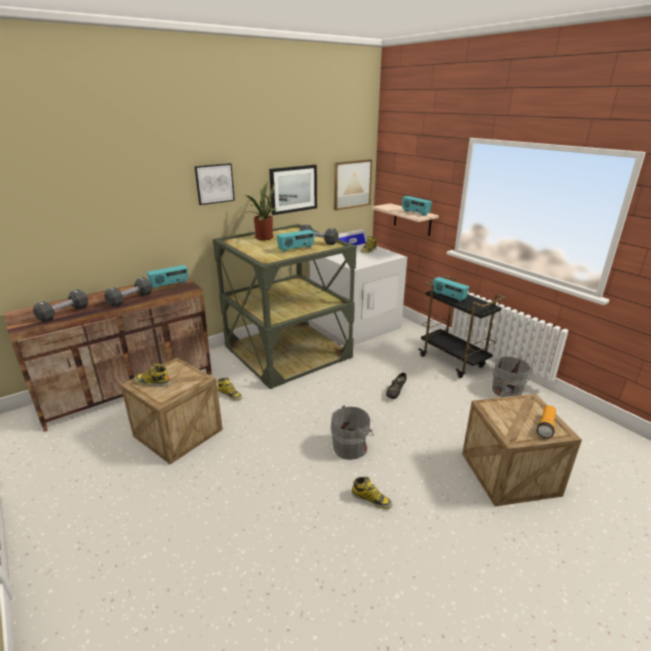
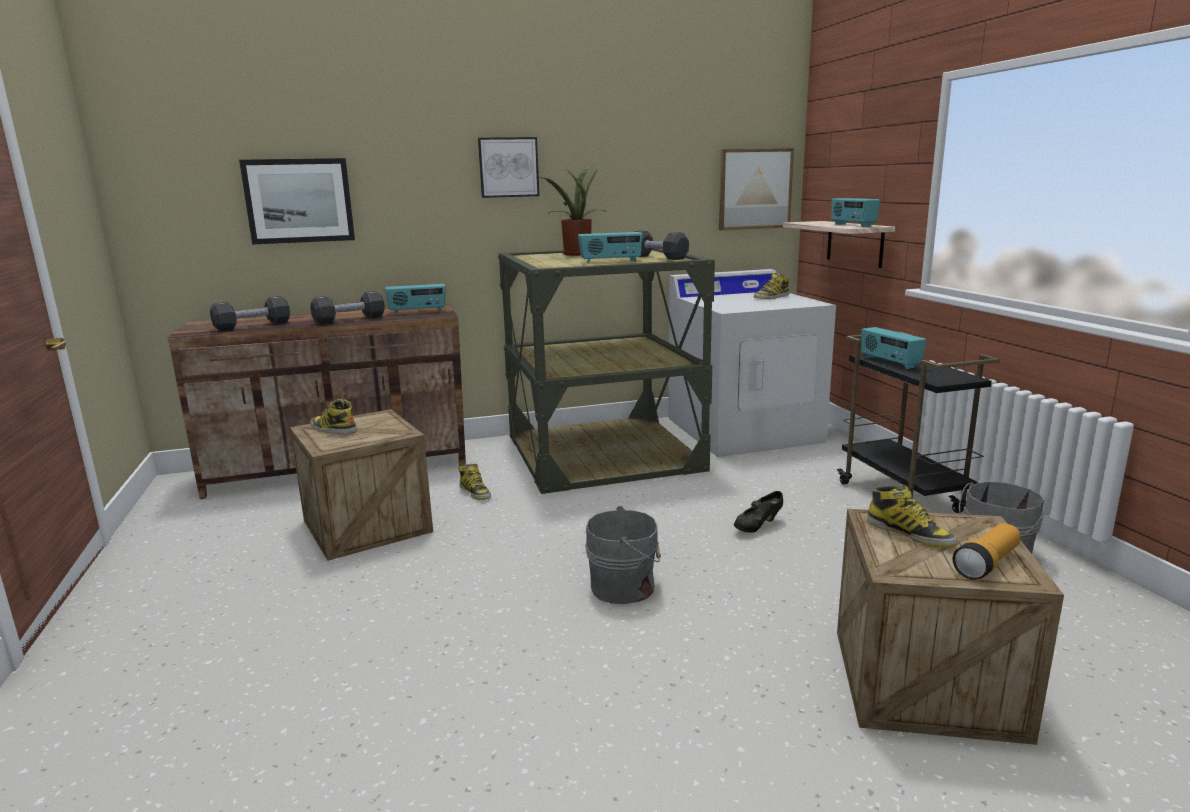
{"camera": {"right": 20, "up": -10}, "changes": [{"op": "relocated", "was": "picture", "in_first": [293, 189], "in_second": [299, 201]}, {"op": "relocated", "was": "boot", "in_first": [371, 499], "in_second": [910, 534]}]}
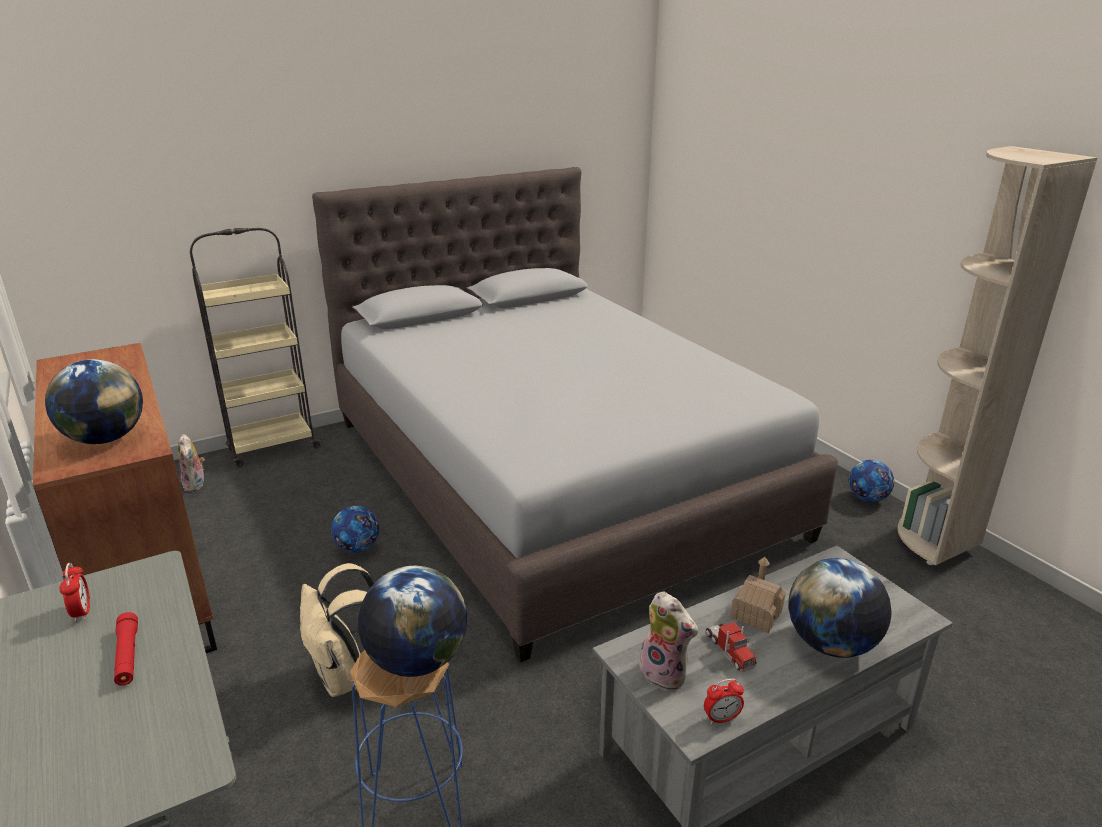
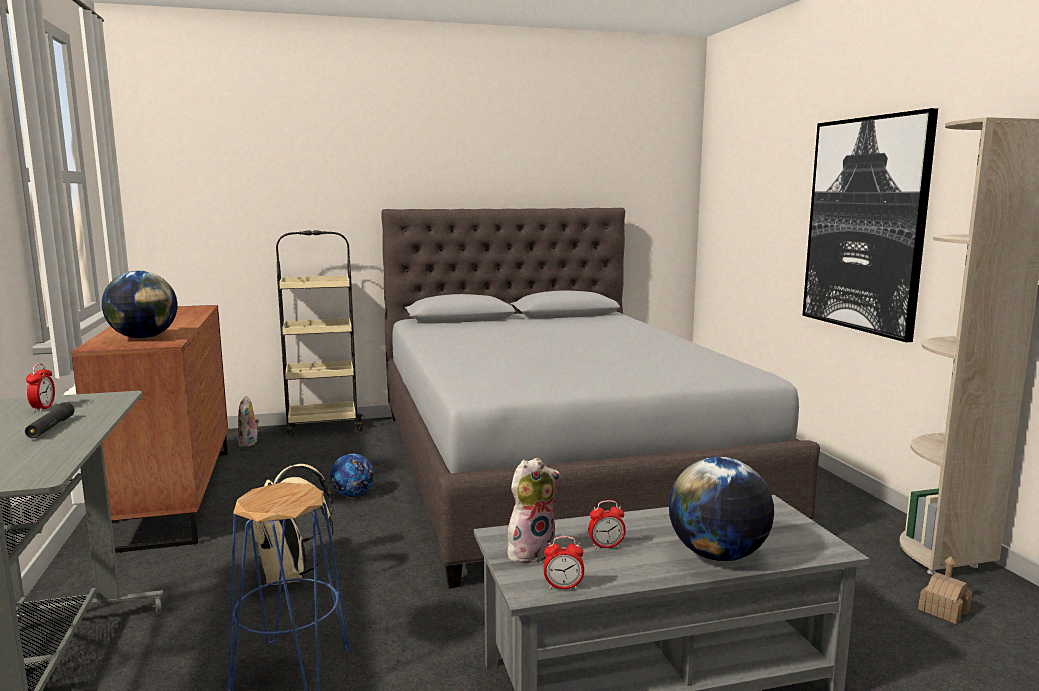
{"camera": {"right": 15, "up": -15}, "changes": [{"op": "colour", "was": "flashlight in red", "now": "flashlight in black", "in_first": [127, 656], "in_second": [50, 428]}, {"op": "spun", "was": "plush toy", "in_first": [666, 673], "in_second": [531, 552], "clockwise": -90}, {"op": "exchanged", "was": "toy truck", "now": "alarm clock", "in_first": [729, 650], "in_second": [606, 546]}, {"op": "appeared", "now": "picture", "in_second": [865, 225]}, {"op": "relocated", "was": "toy house", "in_first": [756, 614], "in_second": [943, 610]}, {"op": "missing", "was": "globe", "in_first": [416, 660]}, {"op": "missing", "was": "football", "in_first": [867, 498]}]}
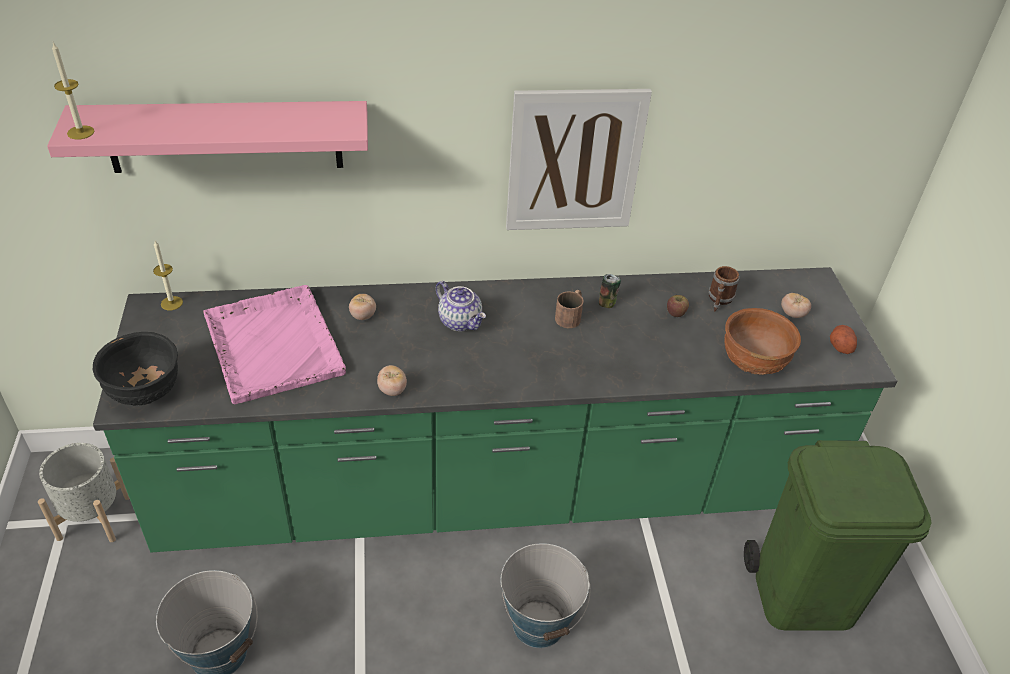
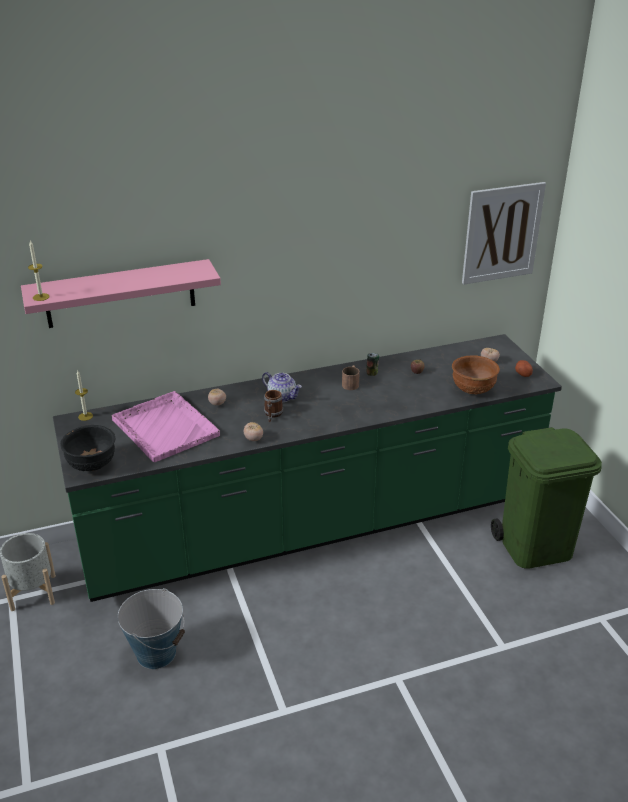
{"camera": {"right": -10, "up": -10}, "changes": [{"op": "relocated", "was": "mug", "in_first": [719, 300], "in_second": [272, 415]}, {"op": "relocated", "was": "picture", "in_first": [574, 161], "in_second": [502, 233]}, {"op": "missing", "was": "bucket", "in_first": [539, 623]}]}
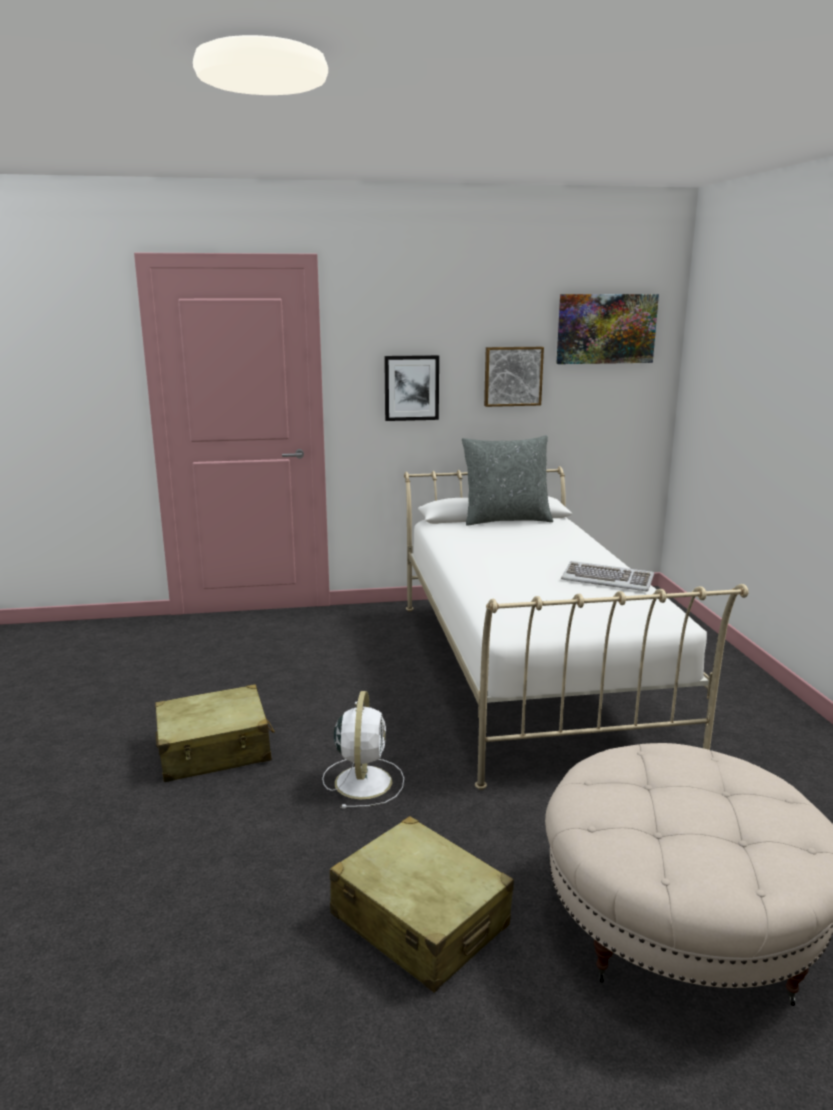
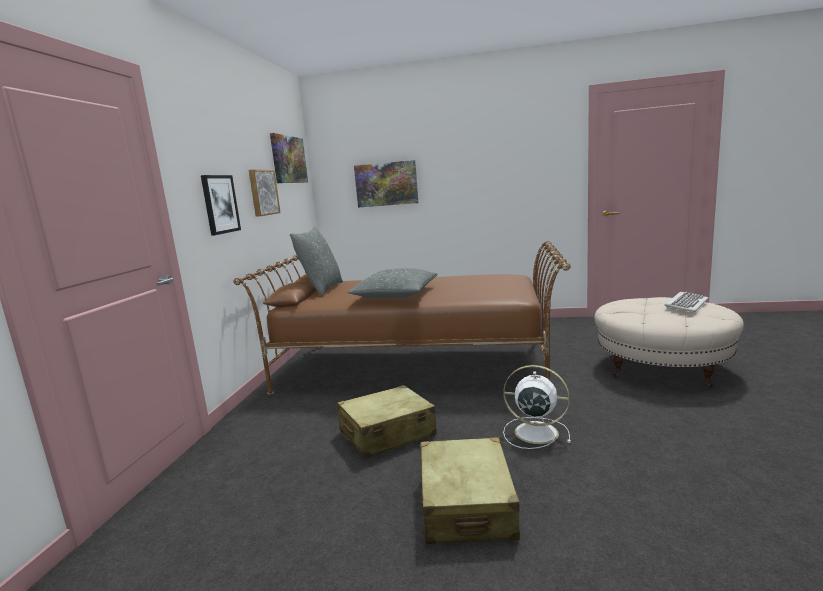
{"camera": {"right": -70, "up": -5}, "changes": [{"op": "colour", "was": "bed in white", "now": "bed in brown", "in_first": [527, 673], "in_second": [413, 367]}, {"op": "relocated", "was": "suitcase in beige", "in_first": [420, 920], "in_second": [387, 434]}, {"op": "appeared", "now": "pillow in grey", "in_second": [395, 294]}, {"op": "appeared", "now": "picture", "in_second": [386, 184]}, {"op": "relocated", "was": "keyboard", "in_first": [607, 580], "in_second": [686, 304]}]}
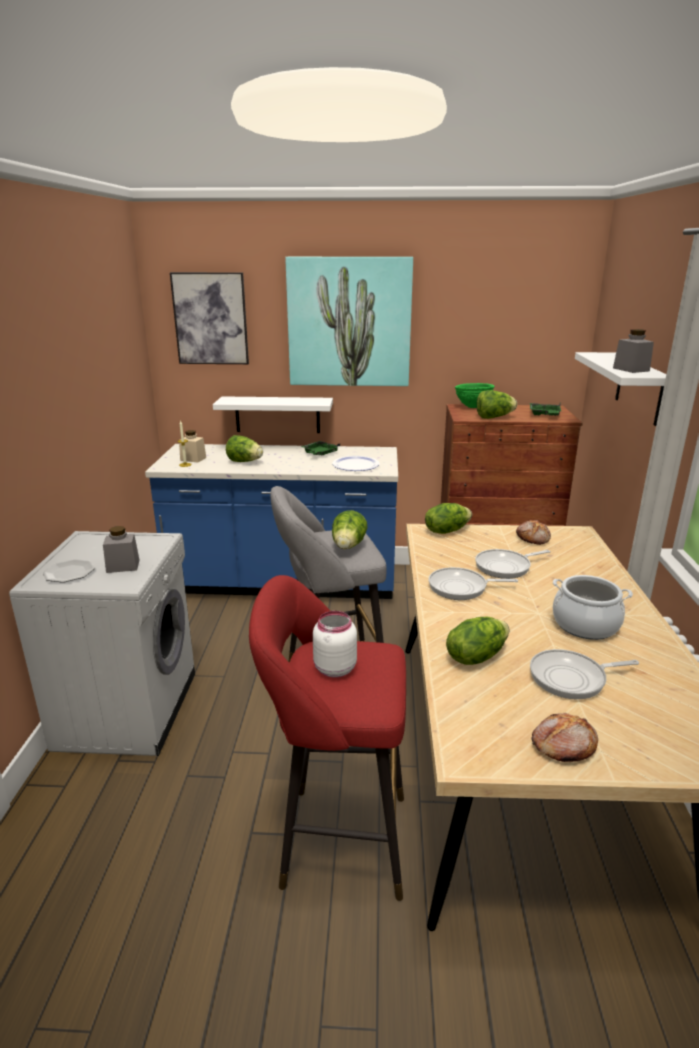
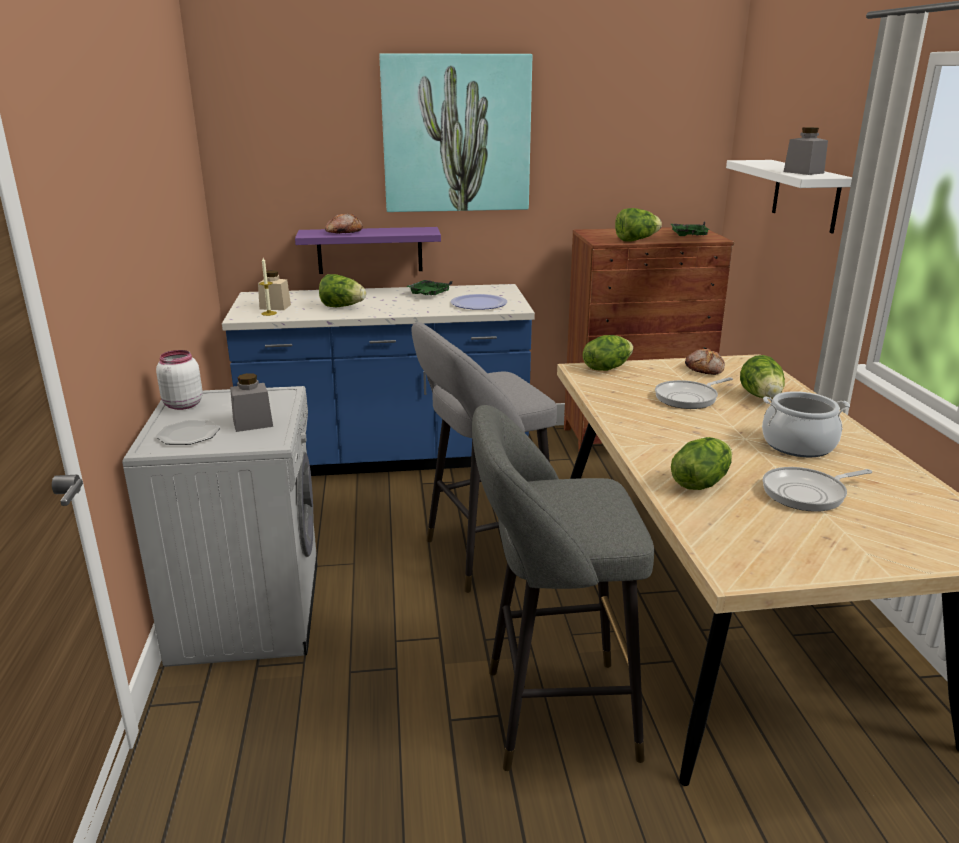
{"camera": {"right": -10, "up": 0}, "changes": [{"op": "relocated", "was": "jar in white", "in_first": [333, 669], "in_second": [182, 405]}, {"op": "colour", "was": "shelf in white", "now": "shelf in purple", "in_first": [277, 414], "in_second": [370, 250]}, {"op": "relocated", "was": "bread", "in_first": [562, 745], "in_second": [343, 232]}, {"op": "colour", "was": "stool in red", "now": "stool in grey", "in_first": [336, 839], "in_second": [550, 713]}, {"op": "relocated", "was": "lettuce", "in_first": [348, 547], "in_second": [762, 397]}, {"op": "missing", "was": "picture", "in_first": [210, 319]}, {"op": "missing", "was": "frying pan", "in_first": [461, 588]}, {"op": "missing", "was": "bowl in green", "in_first": [472, 407]}]}
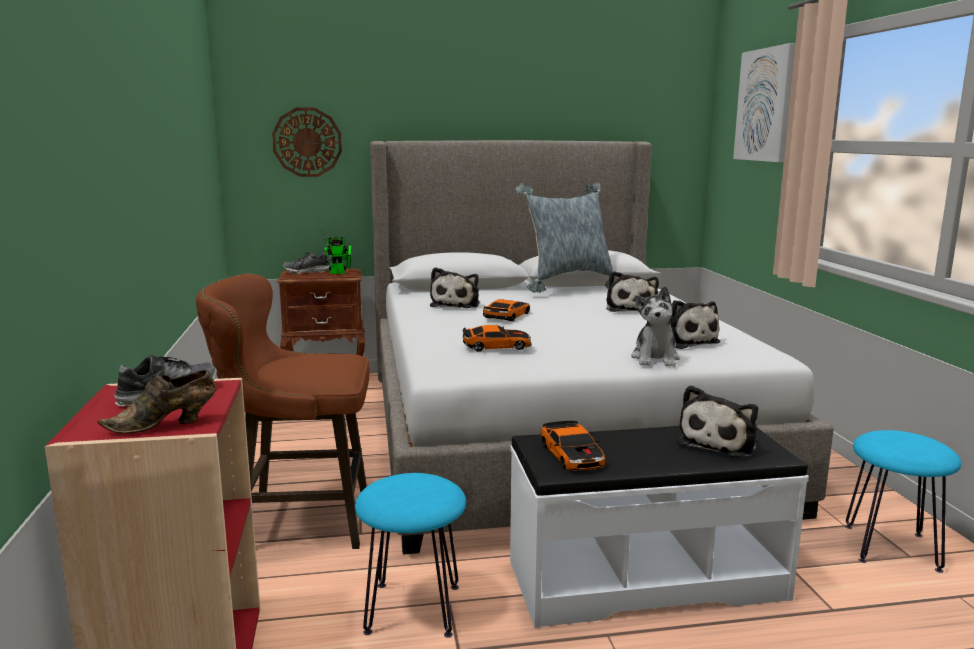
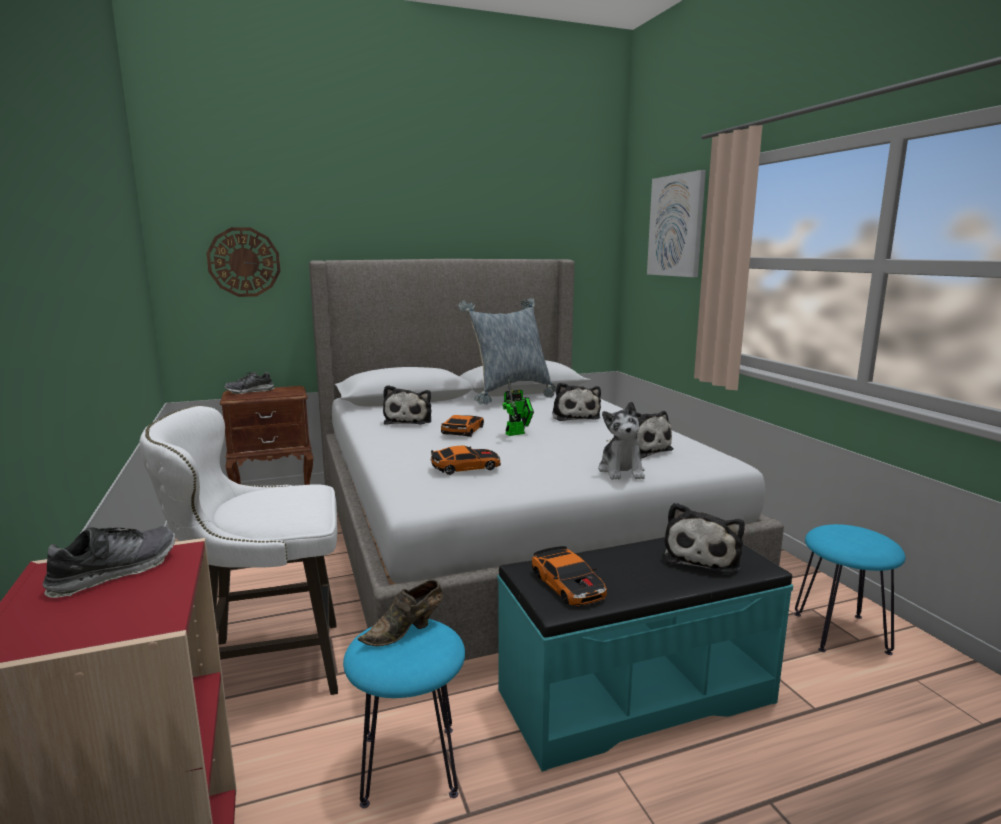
{"camera": {"right": -10, "up": 0}, "changes": [{"op": "colour", "was": "stool in brown", "now": "stool in white", "in_first": [298, 521], "in_second": [265, 666]}, {"op": "relocated", "was": "shoe in brown", "in_first": [165, 425], "in_second": [406, 631]}, {"op": "colour", "was": "bench in white", "now": "bench in turquoise", "in_first": [644, 578], "in_second": [634, 695]}, {"op": "relocated", "was": "toy robot", "in_first": [340, 273], "in_second": [517, 433]}]}
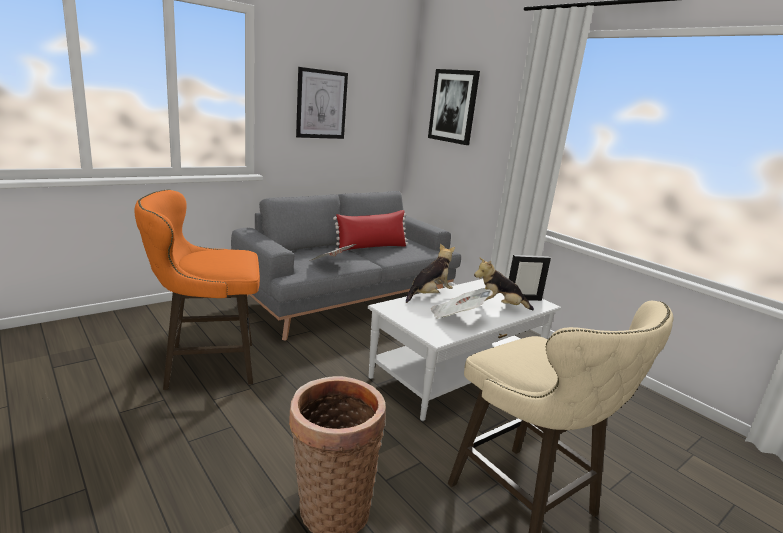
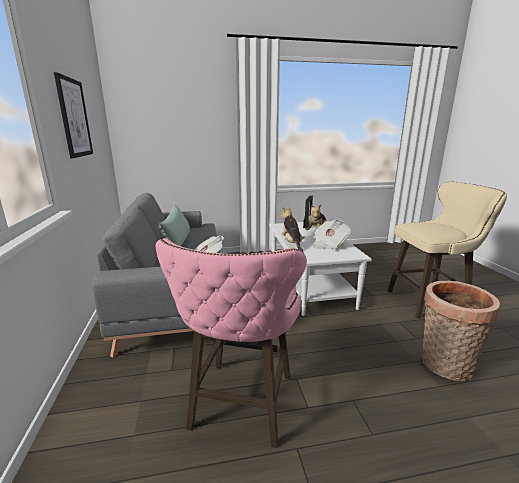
{"camera": {"right": -60, "up": 0}, "changes": [{"op": "colour", "was": "stool in orange", "now": "stool in pink", "in_first": [205, 365], "in_second": [241, 405]}, {"op": "colour", "was": "pillow in red", "now": "pillow in green", "in_first": [371, 247], "in_second": [177, 242]}, {"op": "missing", "was": "picture", "in_first": [453, 106]}]}
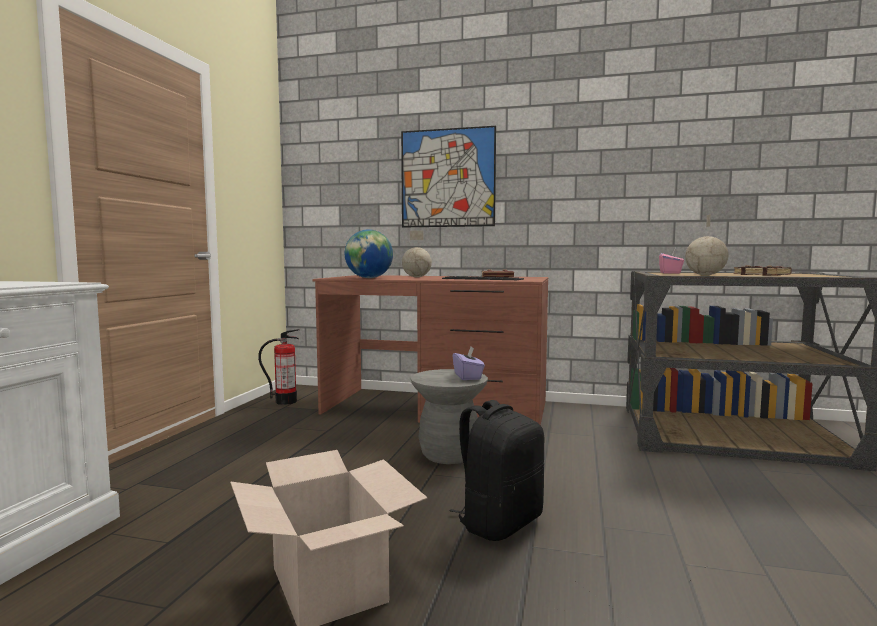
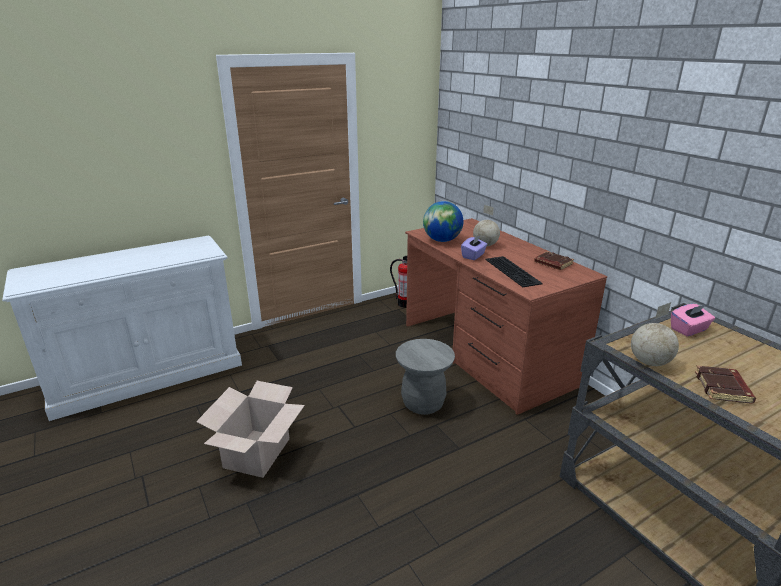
{"camera": {"right": 45, "up": 20}, "changes": [{"op": "relocated", "was": "tissue box in purple", "in_first": [468, 376], "in_second": [473, 256]}, {"op": "missing", "was": "picture", "in_first": [447, 178]}, {"op": "missing", "was": "backpack in black", "in_first": [499, 522]}]}
